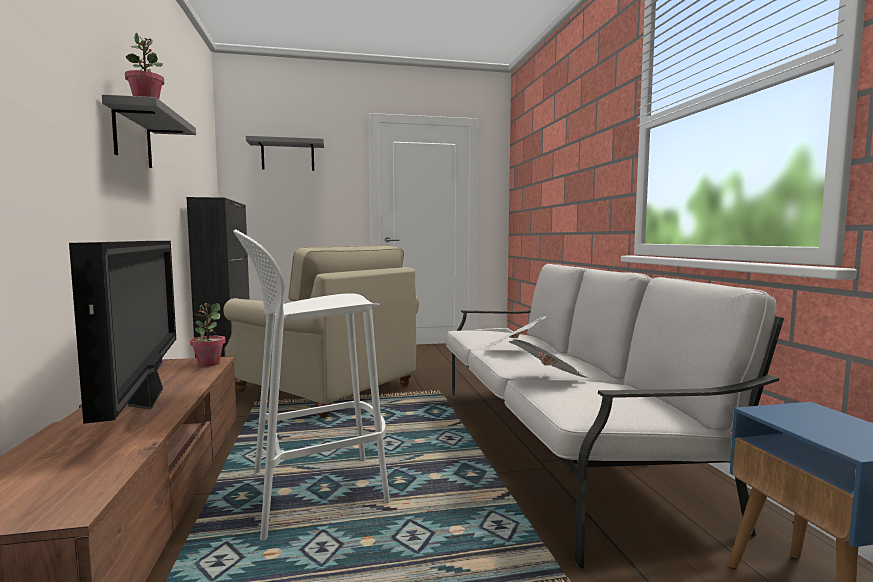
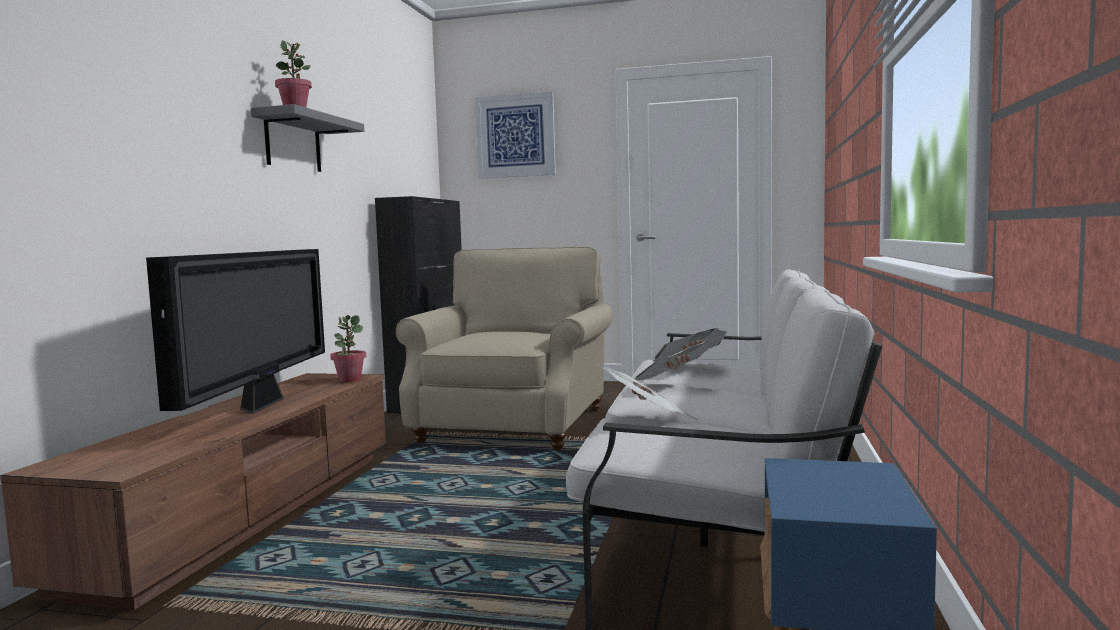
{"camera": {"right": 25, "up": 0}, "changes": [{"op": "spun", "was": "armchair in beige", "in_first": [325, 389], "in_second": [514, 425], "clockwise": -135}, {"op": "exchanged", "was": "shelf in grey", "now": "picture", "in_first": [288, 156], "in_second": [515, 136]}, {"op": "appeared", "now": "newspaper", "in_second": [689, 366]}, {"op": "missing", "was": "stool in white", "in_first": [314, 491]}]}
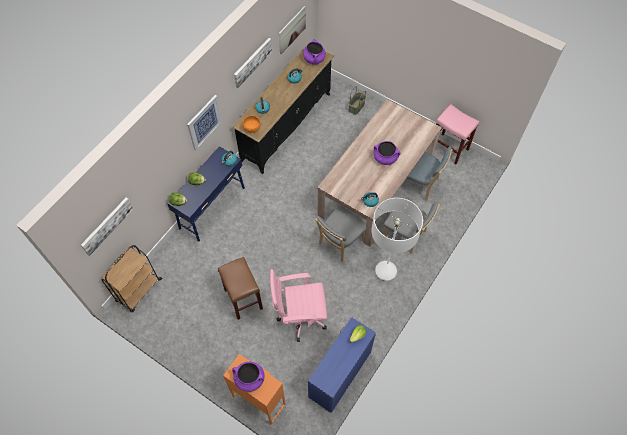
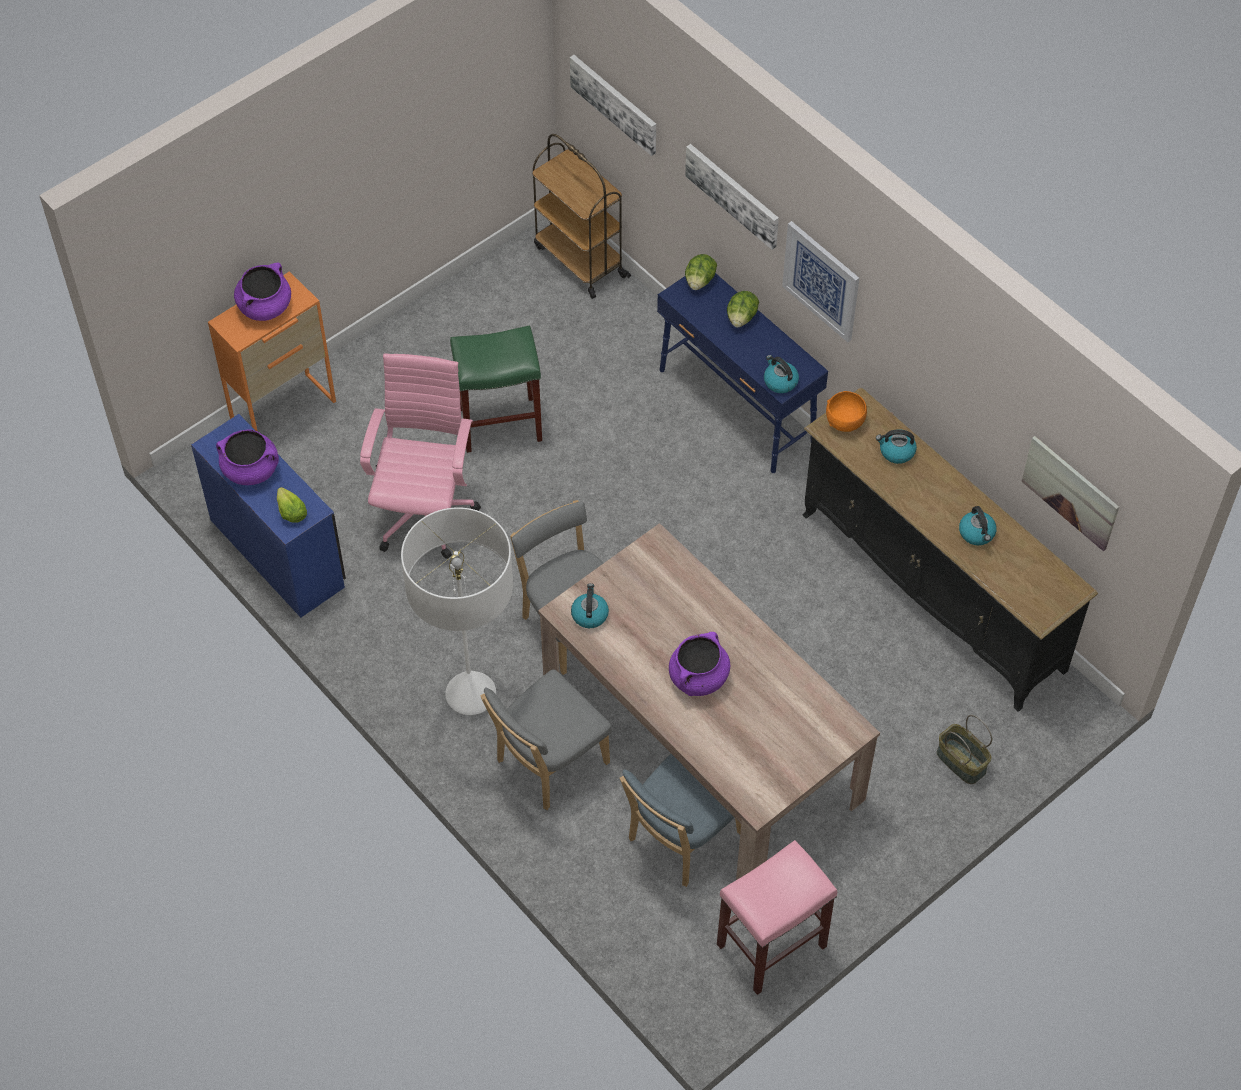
{"camera": {"right": 105, "up": -5}, "changes": [{"op": "relocated", "was": "cooking pot in purple", "in_first": [314, 59], "in_second": [251, 470]}, {"op": "colour", "was": "stool in brown", "now": "stool in green", "in_first": [243, 298], "in_second": [501, 423]}, {"op": "relocated", "was": "picture", "in_first": [252, 62], "in_second": [733, 195]}]}
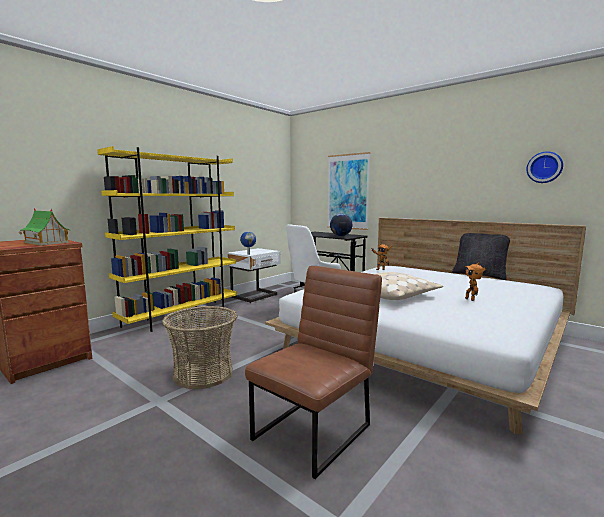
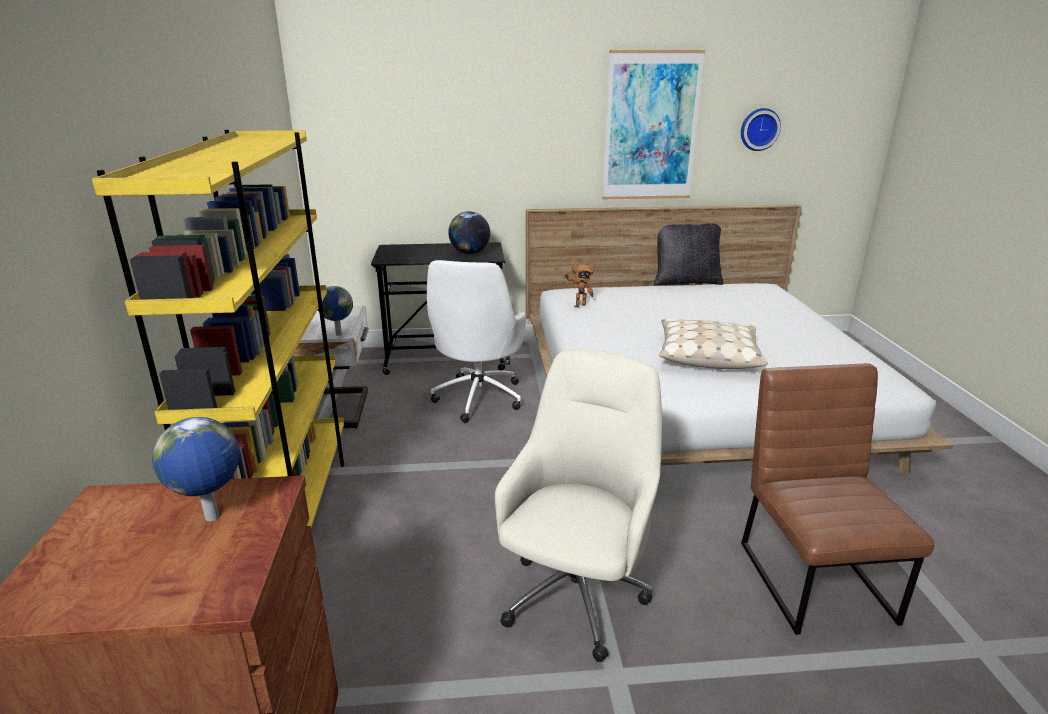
{"camera": {"right": -45, "up": 15}, "changes": [{"op": "exchanged", "was": "toy house", "now": "globe", "in_first": [46, 242], "in_second": [212, 518]}, {"op": "exchanged", "was": "basket", "now": "office chair in beige", "in_first": [203, 374], "in_second": [576, 596]}, {"op": "relocated", "was": "picture", "in_first": [348, 192], "in_second": [651, 127]}, {"op": "missing", "was": "toy robot", "in_first": [470, 299]}]}
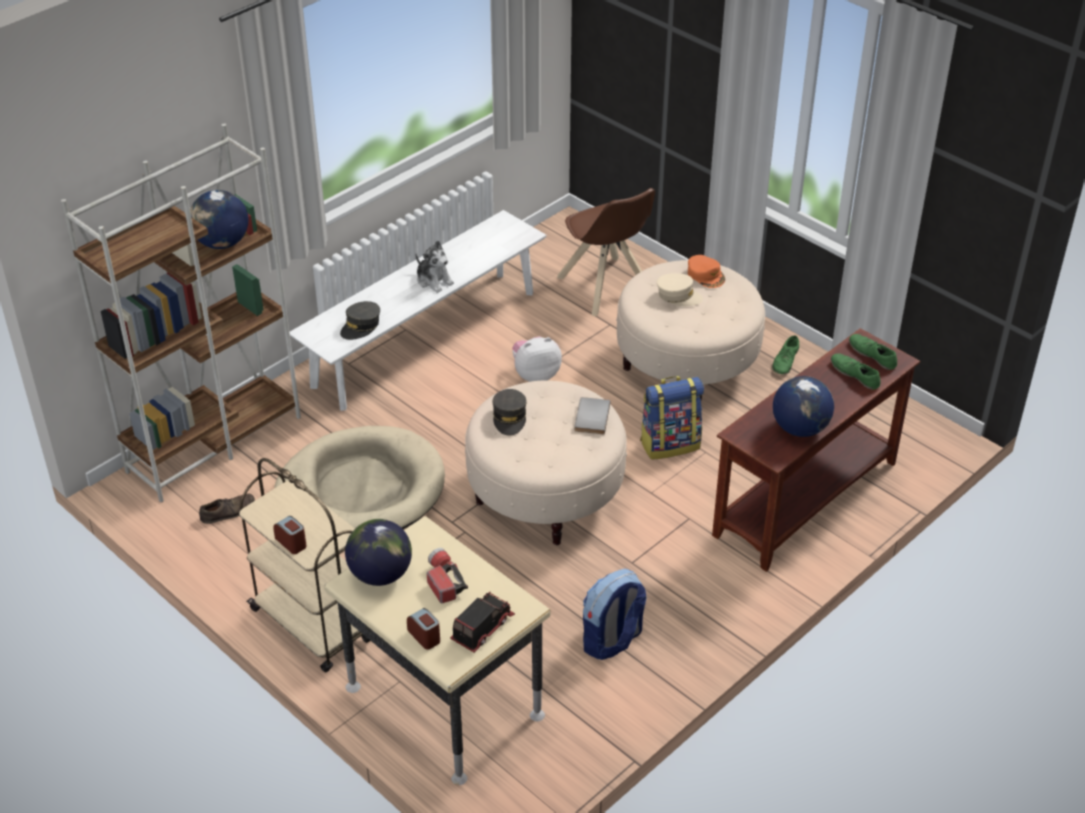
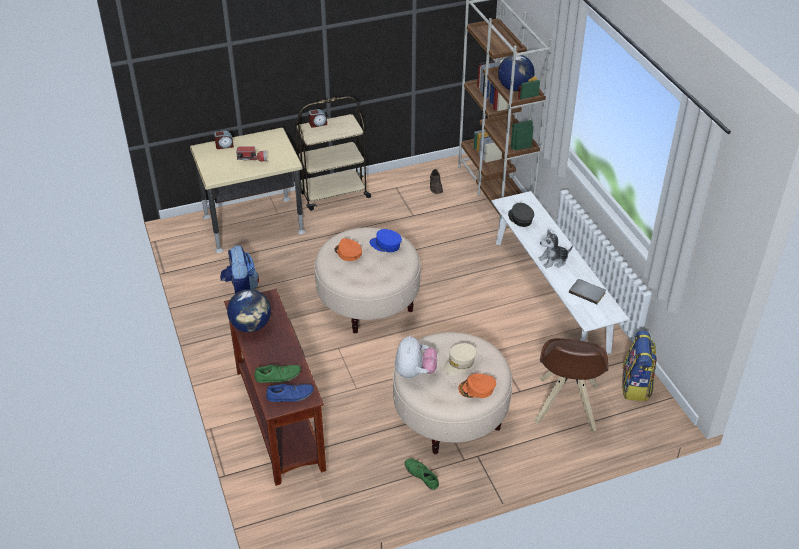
{"camera": {"right": 115, "up": 0}, "changes": [{"op": "colour", "was": "shoe in green", "now": "shoe in blue", "in_first": [872, 355], "in_second": [290, 395]}, {"op": "appeared", "now": "cap in orange", "in_second": [348, 252]}, {"op": "colour", "was": "cap in grey", "now": "cap in blue", "in_first": [509, 417], "in_second": [385, 245]}, {"op": "relocated", "was": "plush toy", "in_first": [535, 375], "in_second": [415, 372]}, {"op": "spun", "was": "chair in brown", "in_first": [606, 288], "in_second": [566, 406], "clockwise": -75}, {"op": "relocated", "was": "book in grey", "in_first": [590, 417], "in_second": [587, 292]}, {"op": "relocated", "was": "backpack", "in_first": [670, 444], "in_second": [636, 386]}, {"op": "missing", "was": "dog bed in beige", "in_first": [360, 491]}, {"op": "missing", "was": "globe", "in_first": [380, 574]}, {"op": "missing", "was": "toy truck", "in_first": [481, 628]}]}
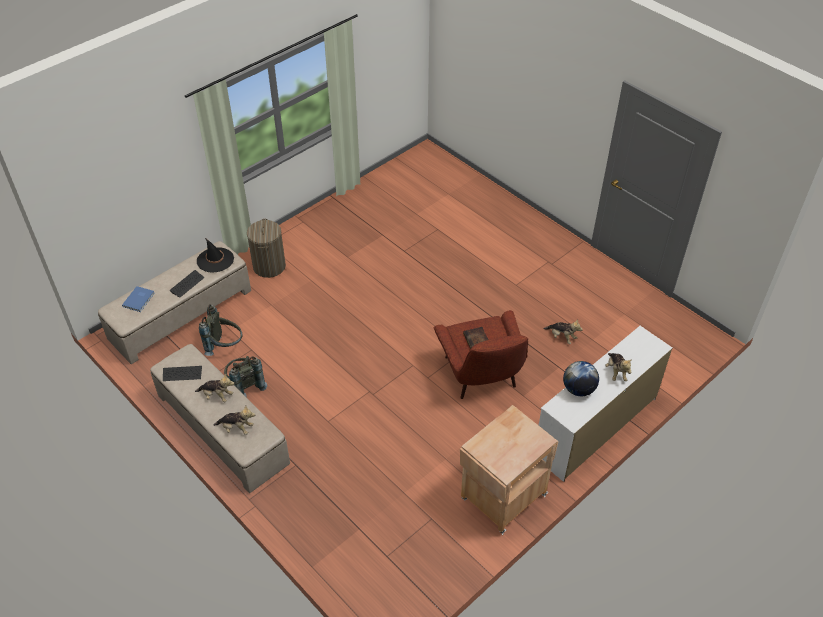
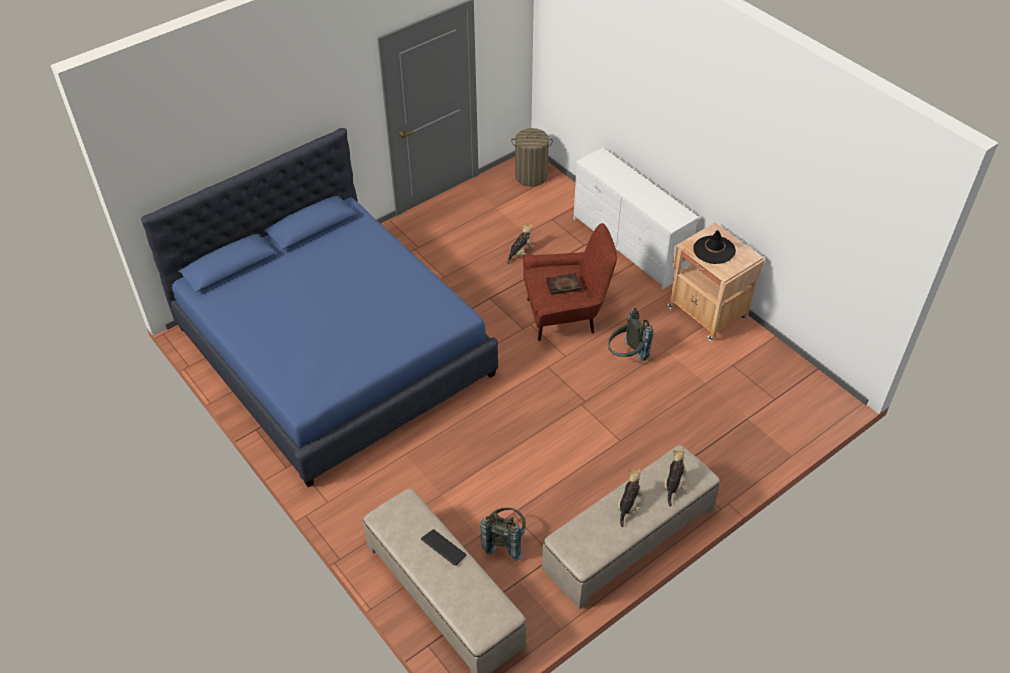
{"camera": {"right": -85, "up": 0}, "changes": [{"op": "appeared", "now": "bed in blue", "in_second": [333, 350]}, {"op": "relocated", "was": "laundry basket", "in_first": [269, 266], "in_second": [531, 176]}, {"op": "relocated", "was": "backpack in grey", "in_first": [245, 386], "in_second": [626, 356]}, {"op": "relocated", "was": "hat in black", "in_first": [215, 260], "in_second": [714, 250]}, {"op": "missing", "was": "book in blue", "in_first": [139, 299]}, {"op": "missing", "was": "keyboard", "in_first": [182, 374]}, {"op": "missing", "was": "globe", "in_first": [578, 389]}, {"op": "missing", "was": "plush toy", "in_first": [616, 372]}]}
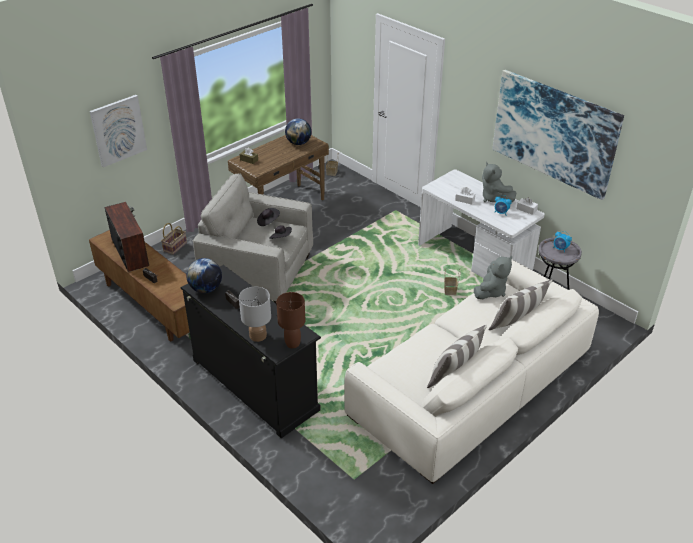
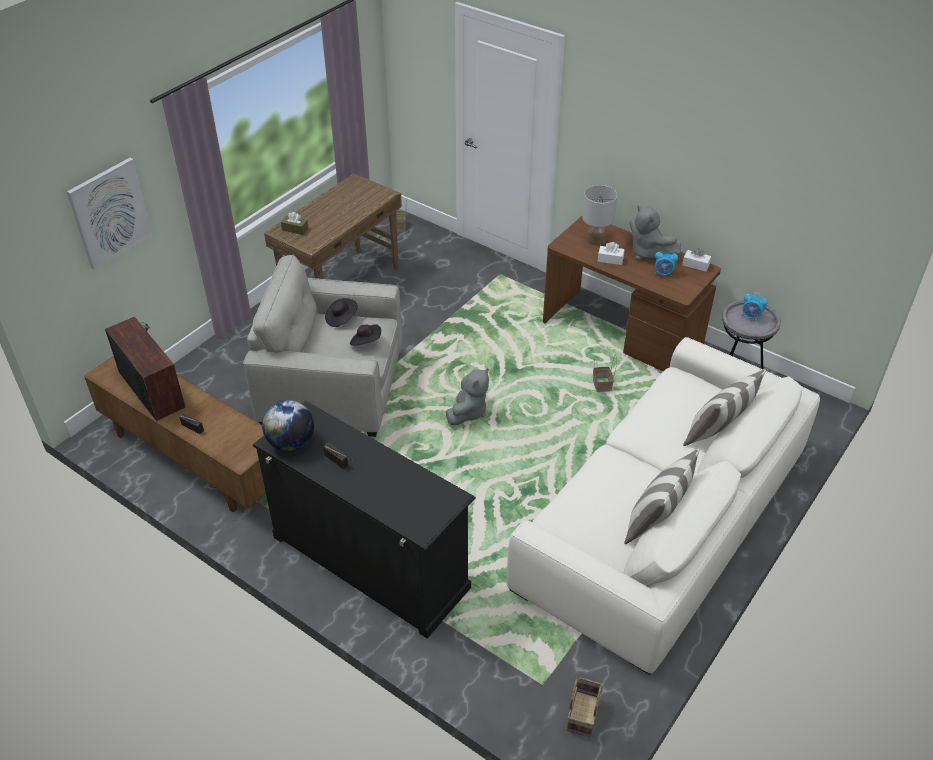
{"camera": {"right": -10, "up": 5}, "changes": [{"op": "relocated", "was": "plush toy in grey", "in_first": [491, 291], "in_second": [468, 412]}, {"op": "colour", "was": "desk in white", "now": "desk in brown", "in_first": [474, 258], "in_second": [622, 333]}, {"op": "relocated", "was": "basket", "in_first": [175, 246], "in_second": [582, 713]}, {"op": "relocated", "was": "table lamp in grey", "in_first": [257, 336], "in_second": [595, 240]}, {"op": "missing", "was": "table lamp in brown", "in_first": [292, 343]}, {"op": "missing", "was": "globe", "in_first": [298, 143]}, {"op": "missing", "was": "picture", "in_first": [554, 133]}]}
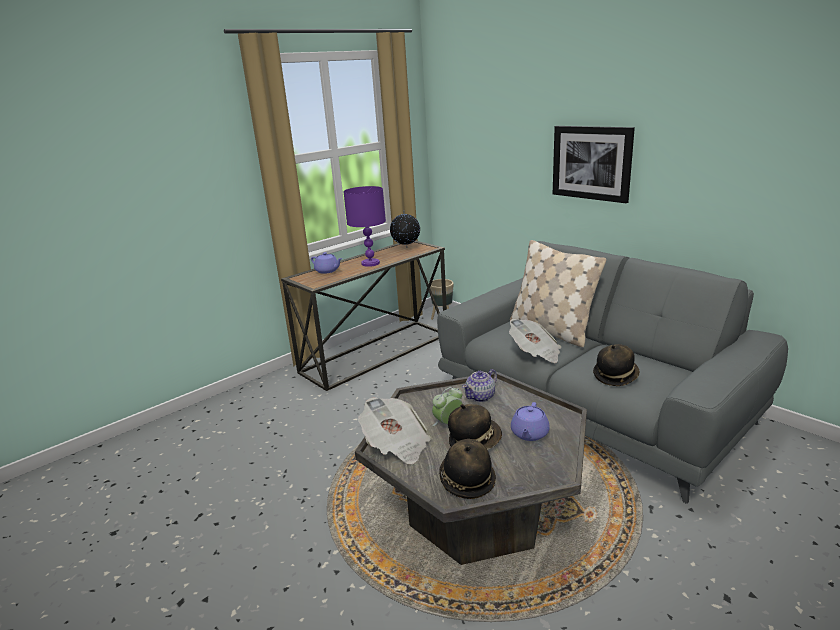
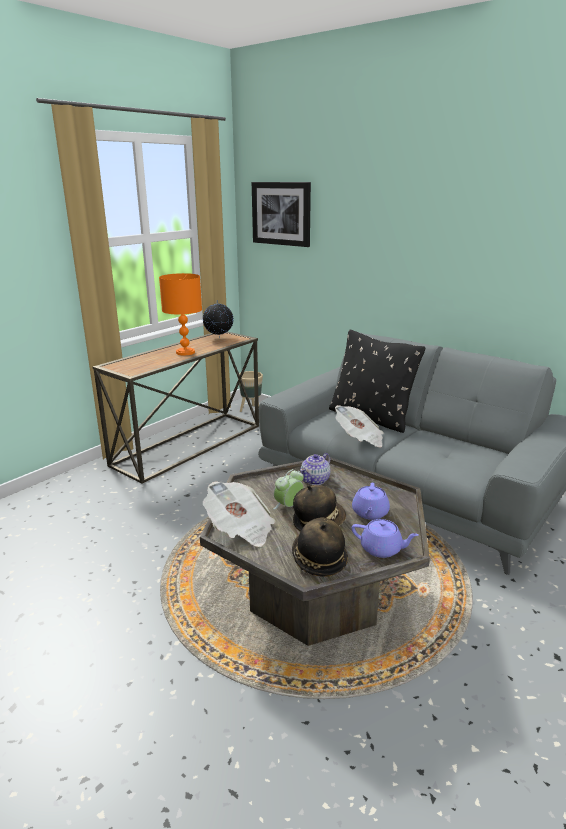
{"camera": {"right": -10, "up": 0}, "changes": [{"op": "colour", "was": "table lamp in purple", "now": "table lamp in orange", "in_first": [370, 263], "in_second": [185, 352]}, {"op": "relocated", "was": "picture", "in_first": [591, 163], "in_second": [281, 213]}, {"op": "colour", "was": "pillow in beige", "now": "pillow in black", "in_first": [551, 330], "in_second": [370, 417]}, {"op": "relocated", "was": "teapot in purple", "in_first": [327, 271], "in_second": [382, 549]}, {"op": "missing", "was": "hat", "in_first": [615, 376]}]}
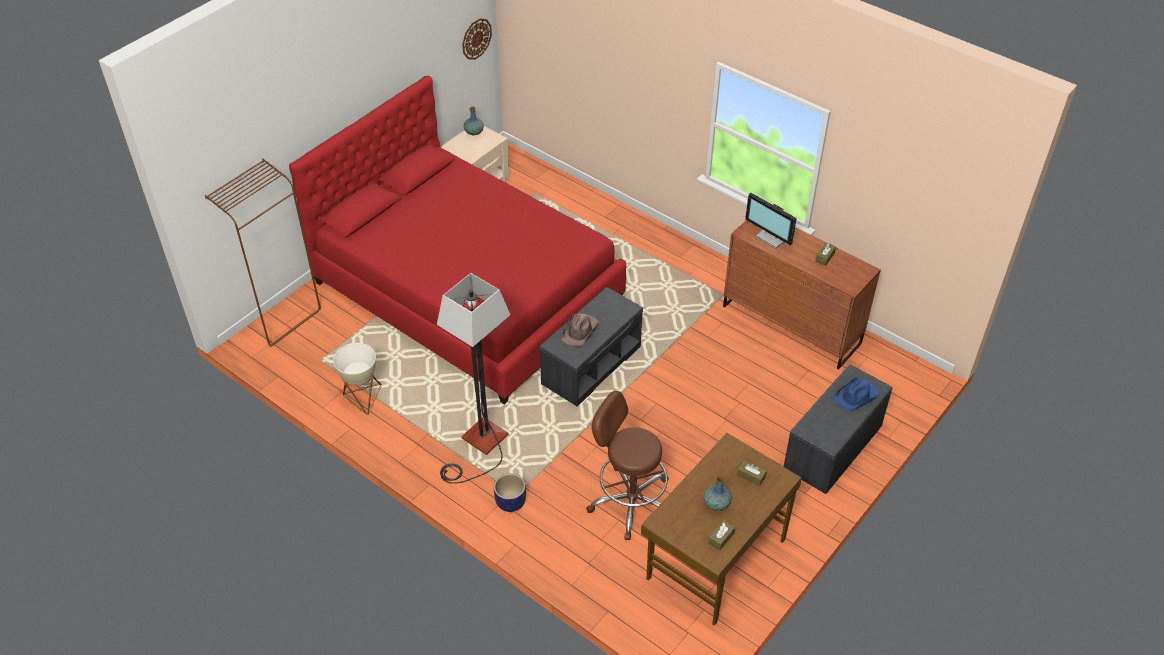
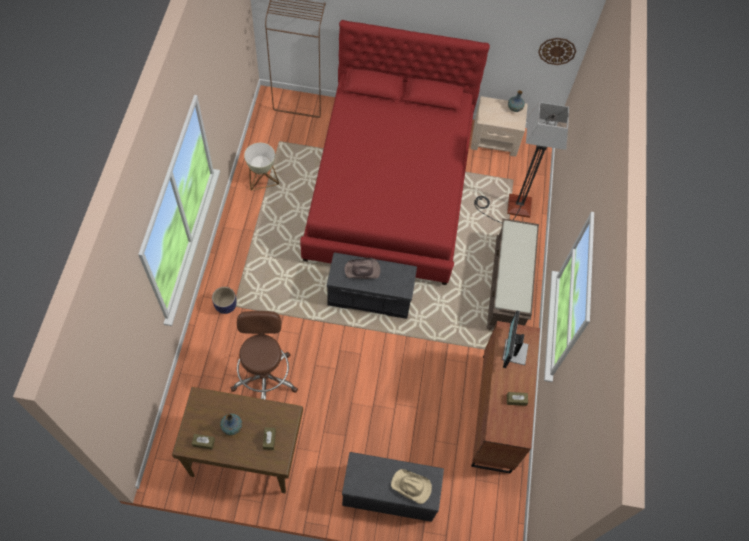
{"camera": {"right": 55, "up": 15}, "changes": [{"op": "colour", "was": "hat in blue", "now": "hat in beige", "in_first": [856, 396], "in_second": [411, 487]}, {"op": "relocated", "was": "floor lamp", "in_first": [479, 446], "in_second": [510, 207]}, {"op": "appeared", "now": "bench in brown", "in_second": [508, 287]}]}
